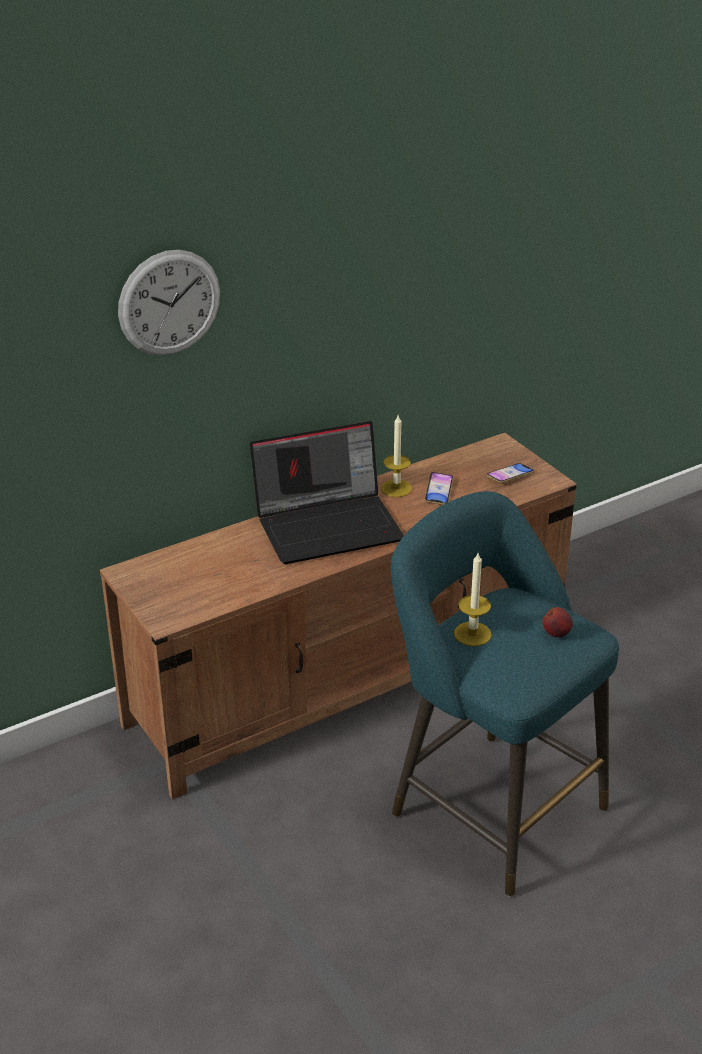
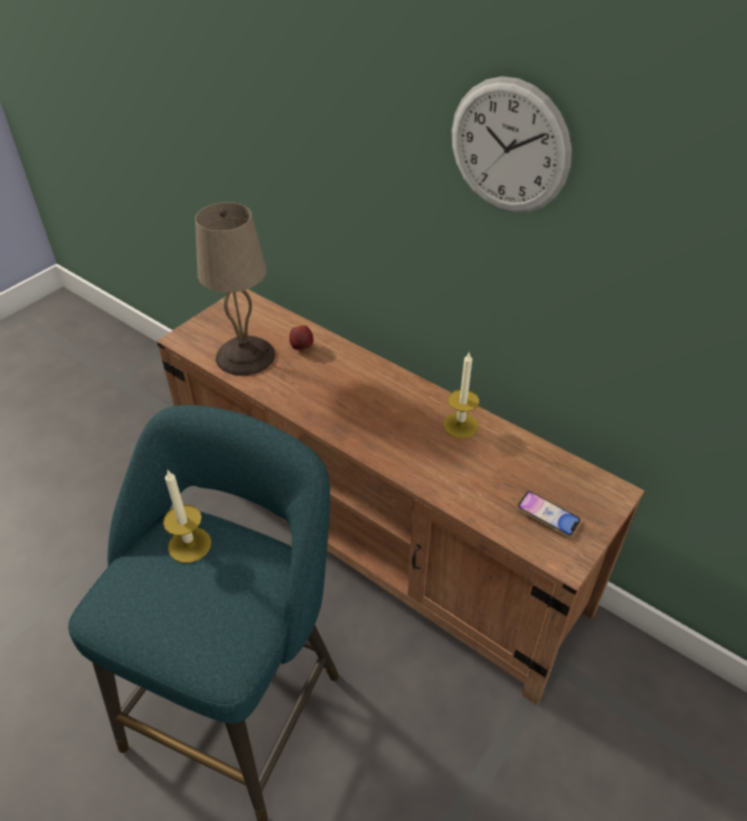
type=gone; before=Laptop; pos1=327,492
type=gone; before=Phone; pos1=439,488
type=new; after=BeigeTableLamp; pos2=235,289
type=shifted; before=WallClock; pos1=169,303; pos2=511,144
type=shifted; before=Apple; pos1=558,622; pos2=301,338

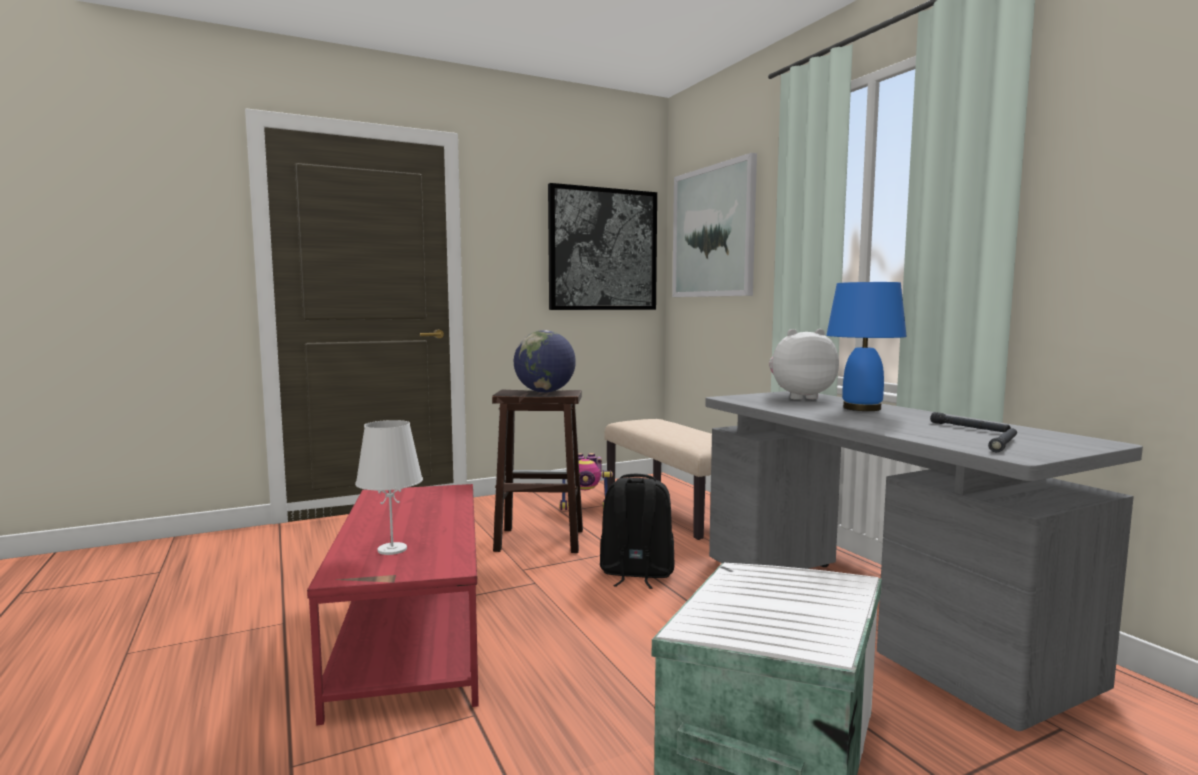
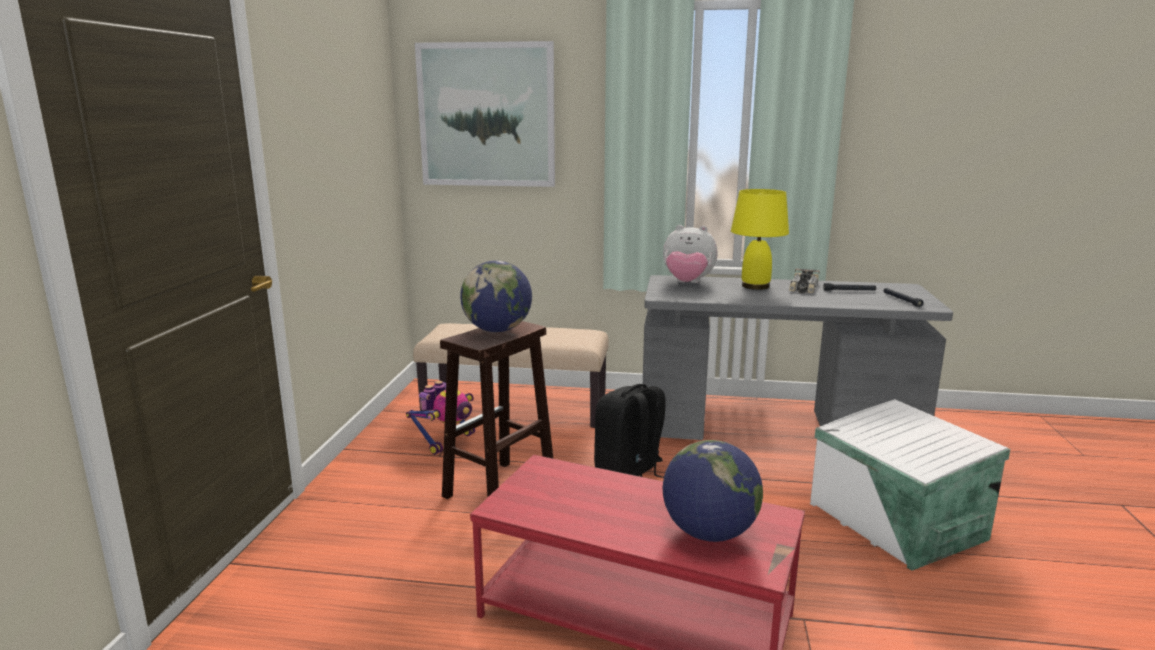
type=gone; before=Picture; pos1=602,246
type=new; after=ToyCar; pos2=804,281
type=swapped; before=WhiteTableLamp; after=Globe; pos1=389,487; pos2=713,491
type=repainted; before=BlueTableLamp; after=YellowTableLamp; pos1=866,346; pos2=760,239
type=rotated; before=PlushToy; pos1=804,364; pos2=690,254; turn=-105

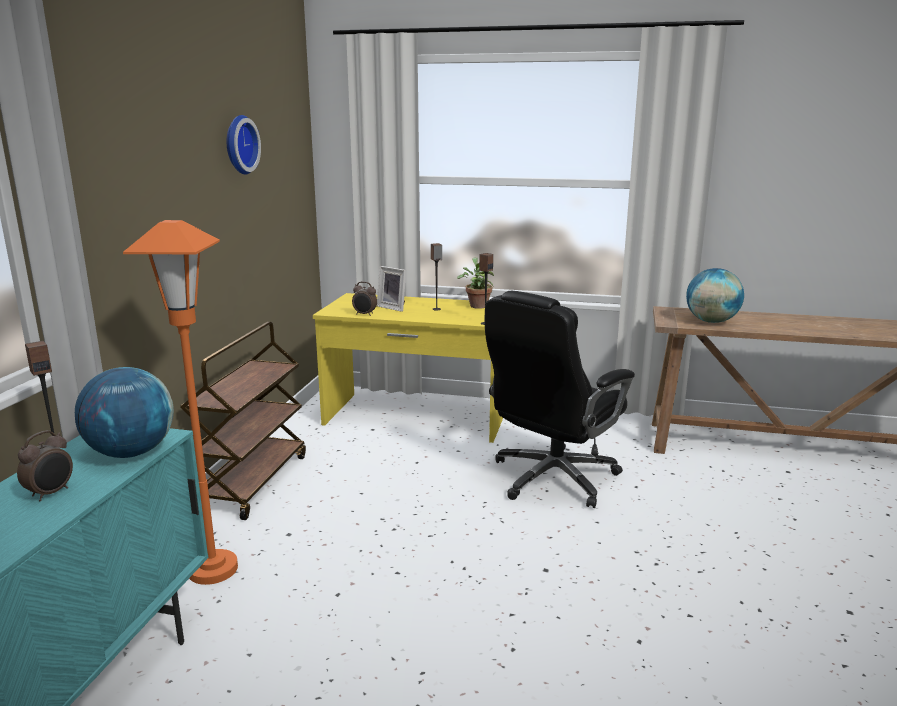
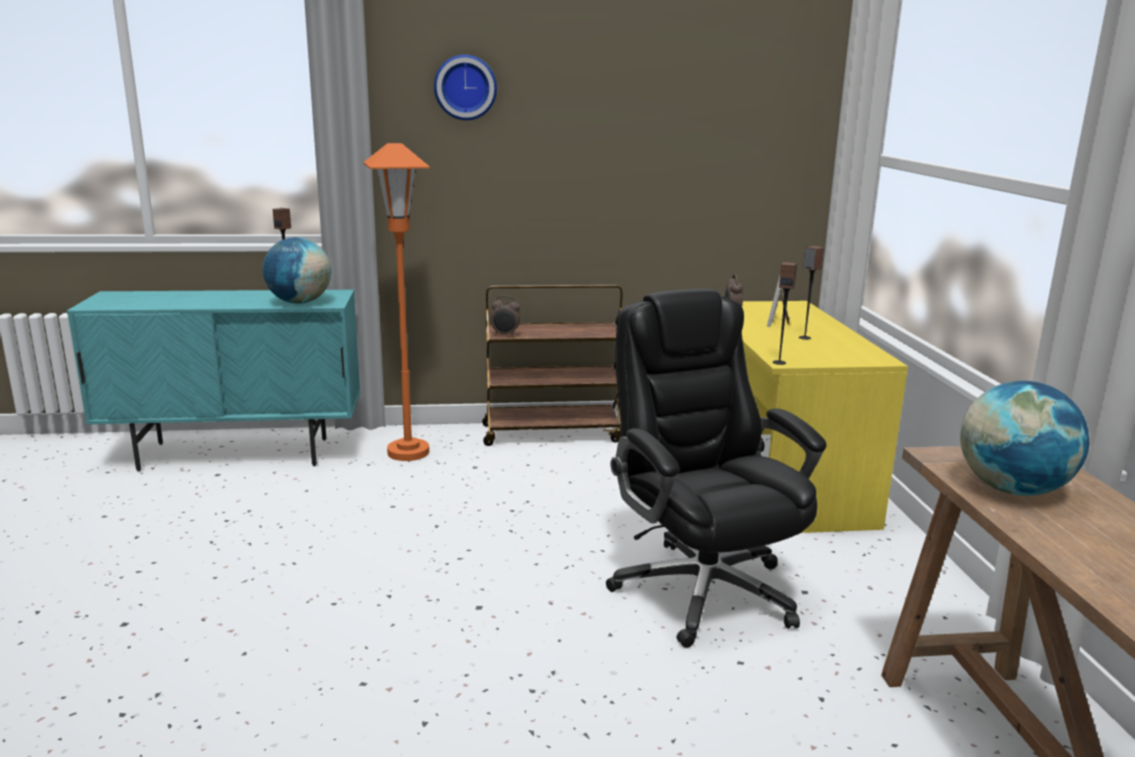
type=gone; before=PottedPlant; pos1=475,283
type=shifted; before=AlarmClock; pos1=45,465; pos2=505,316
type=shifted; before=WallClock; pos1=244,145; pos2=465,87
type=rotated; before=BlackOfficeChair; pos1=560,399; pos2=716,468; turn=45

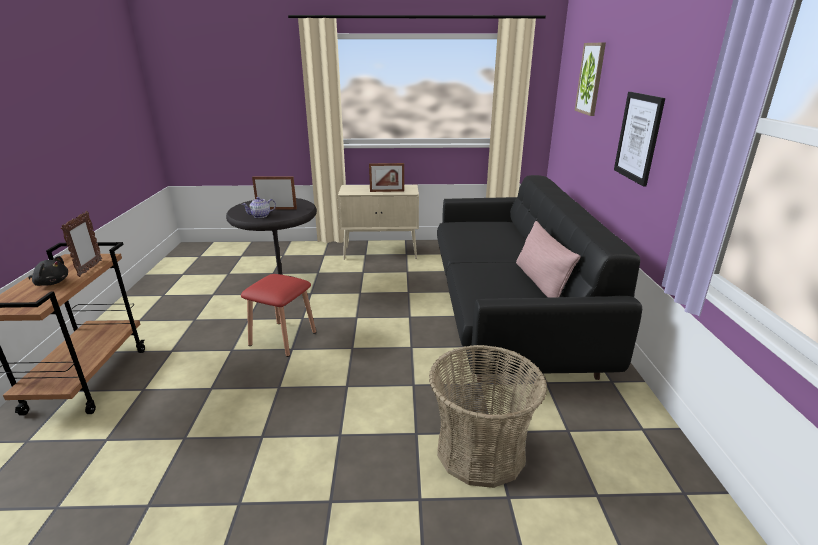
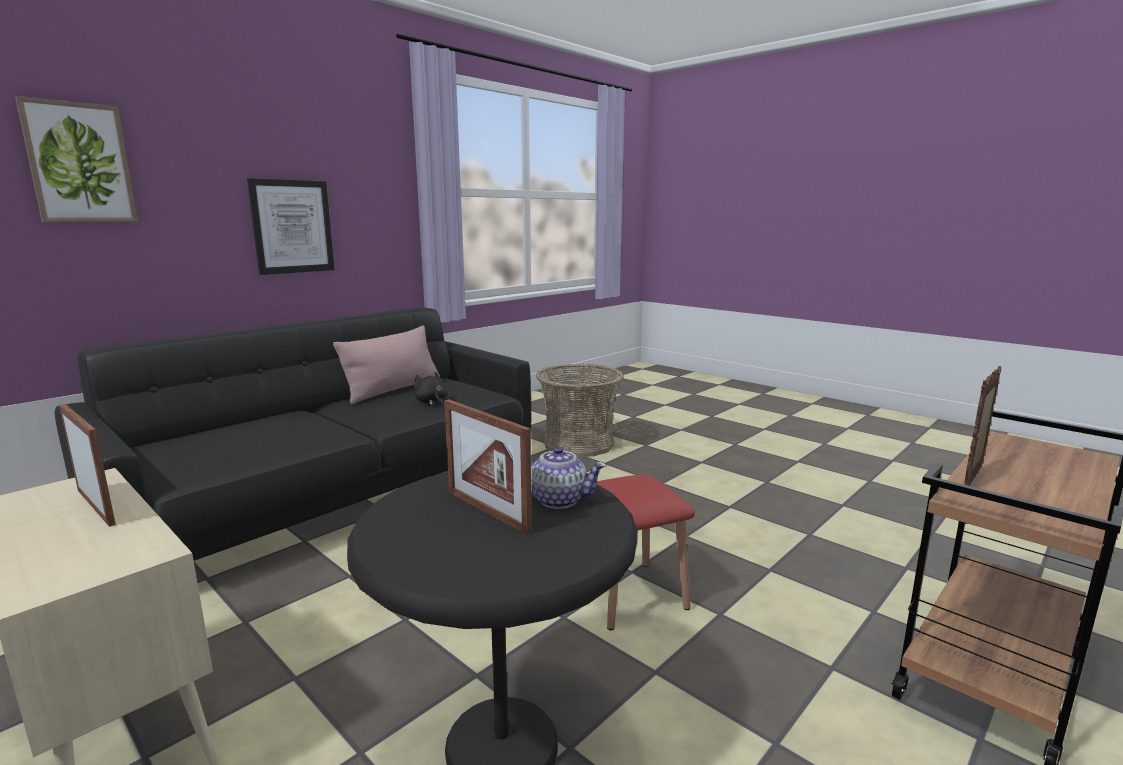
type=shifted; before=BlackPlushToy; pos1=48,271; pos2=430,388

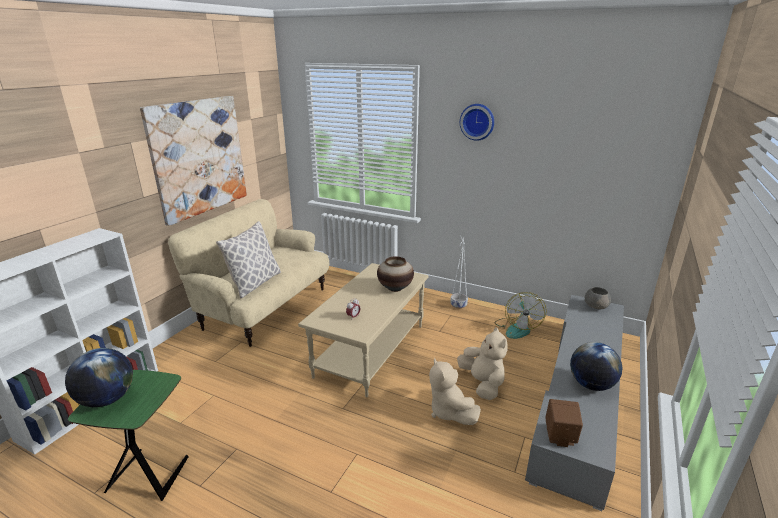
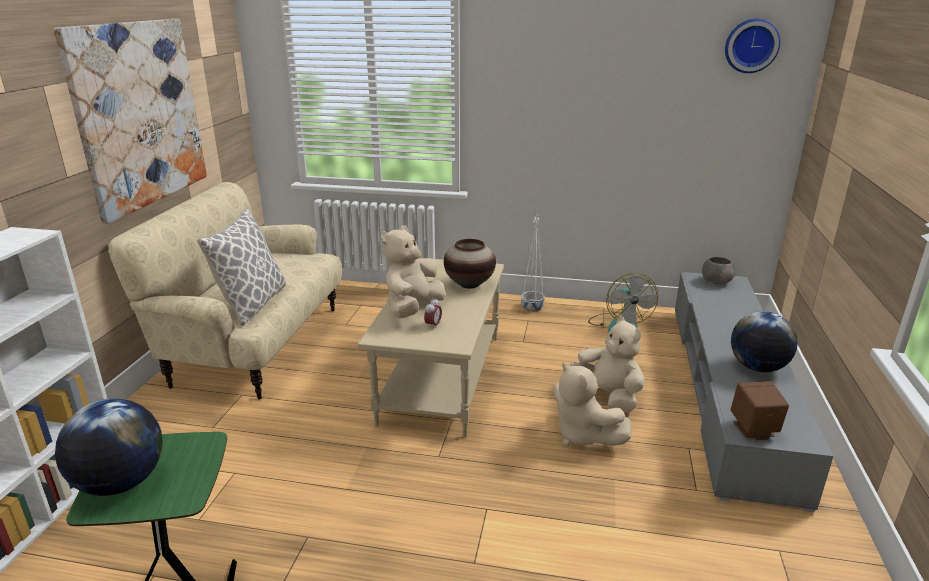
type=new; after=BeigePlushToy; pos2=413,272
type=shifted; before=WallClock; pos1=477,122; pos2=753,45

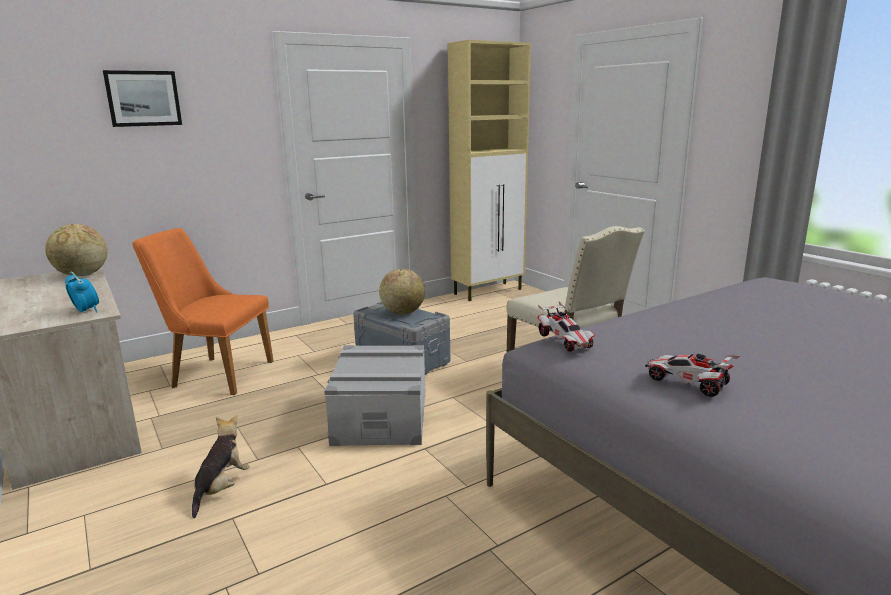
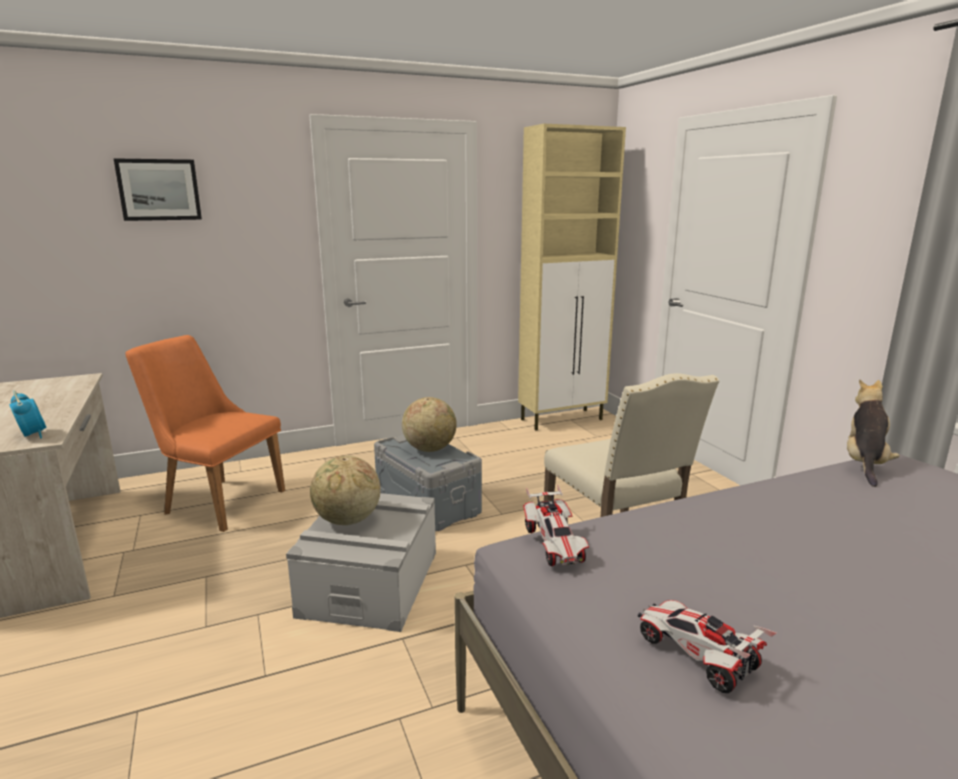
type=shifted; before=Globe; pos1=76,250; pos2=345,490
type=shifted; before=PlushToy; pos1=221,466; pos2=873,433

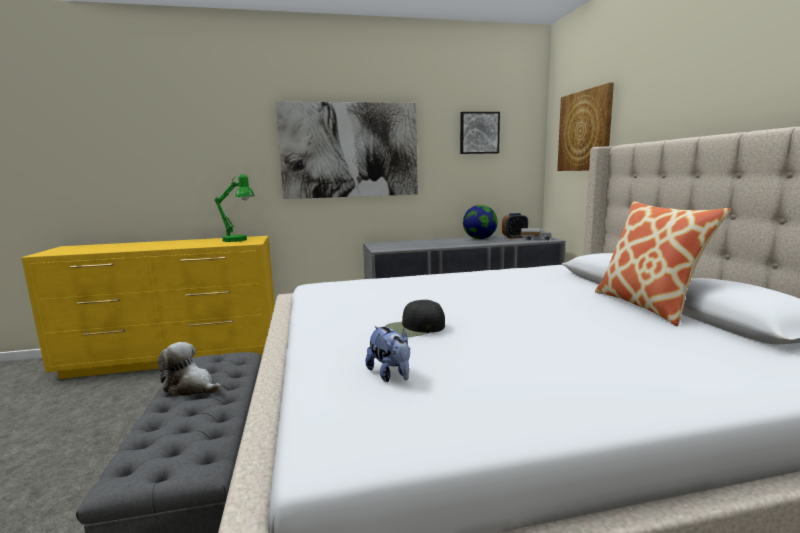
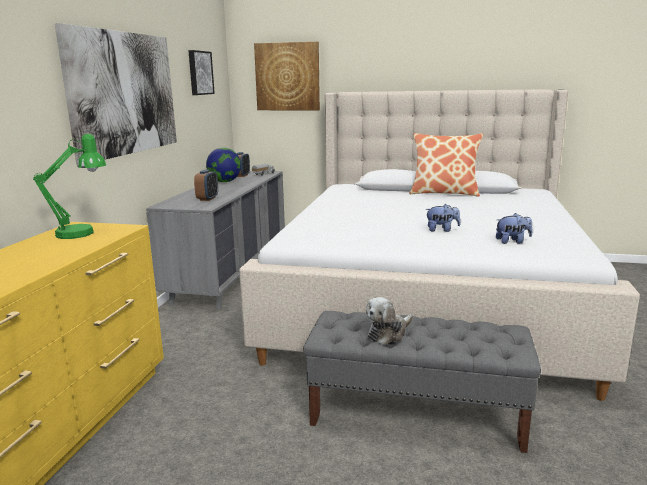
type=new; after=AlarmClock; pos2=206,185
type=swapped; before=BlackCap; after=PlushToy; pos1=415,318; pos2=443,218

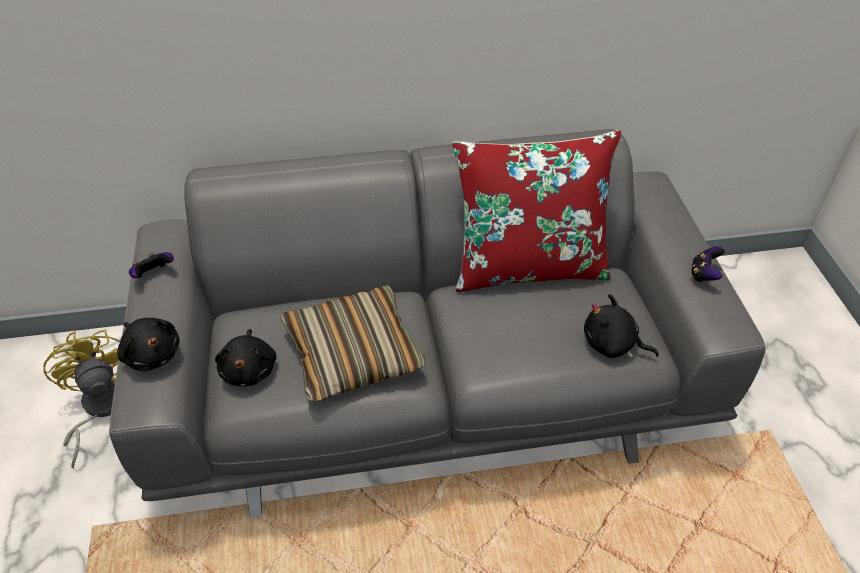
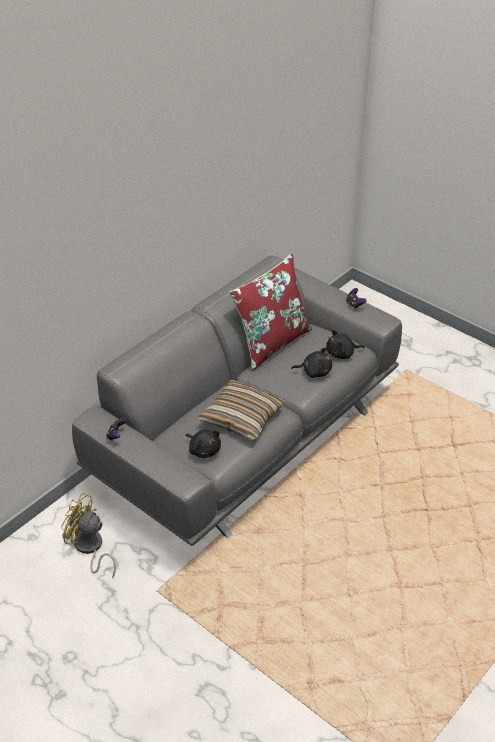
type=shifted; before=BlackPlushToy; pos1=148,344; pos2=311,362

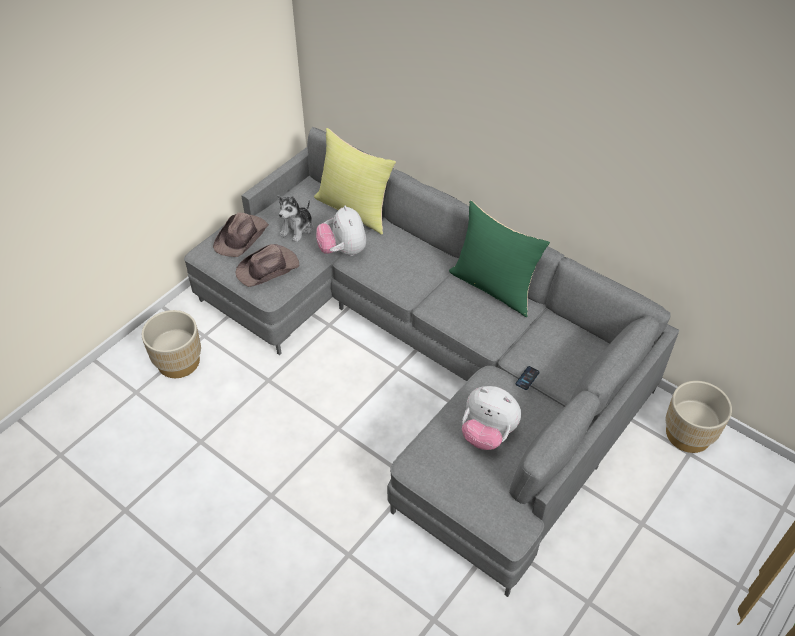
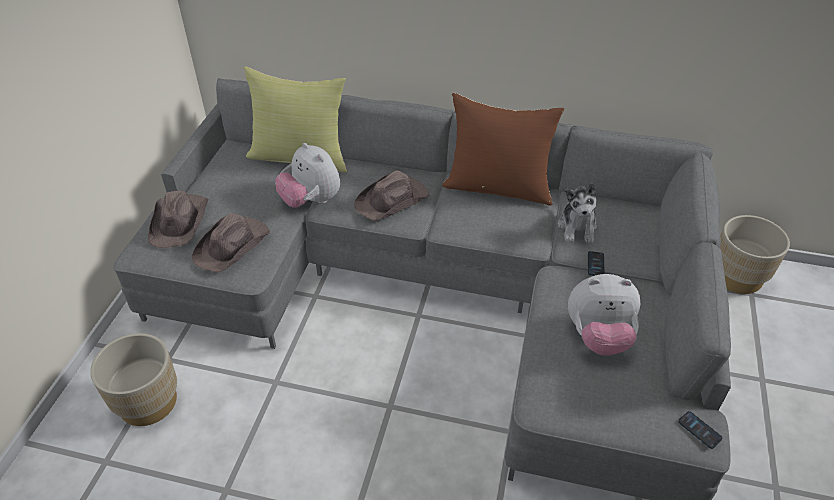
type=new; after=BrownHat; pos2=391,195
type=new; after=Phone; pos2=700,430
type=shifted; before=PlushToy; pos1=295,218; pos2=577,213
type=repainted; before=GreenPillow; after=BrownPillow; pos1=499,259; pos2=503,149

